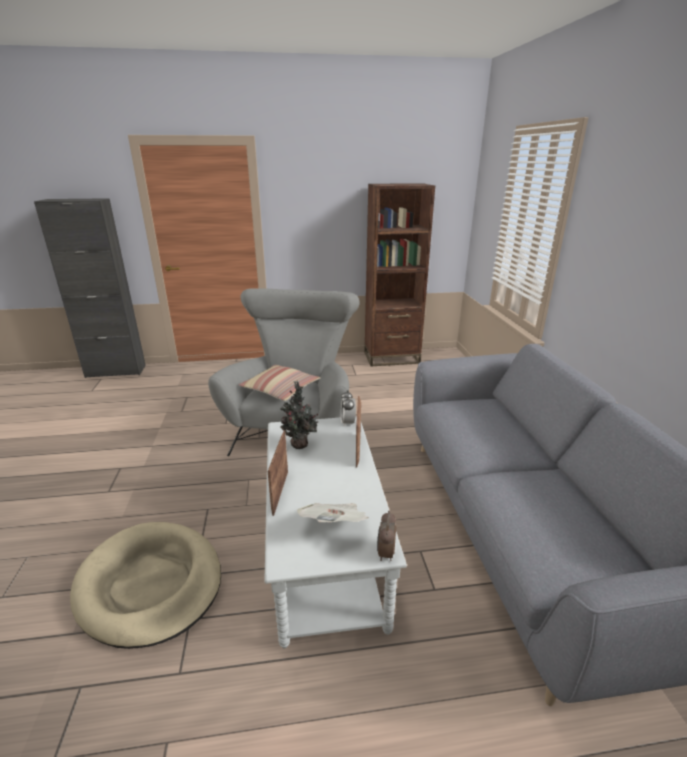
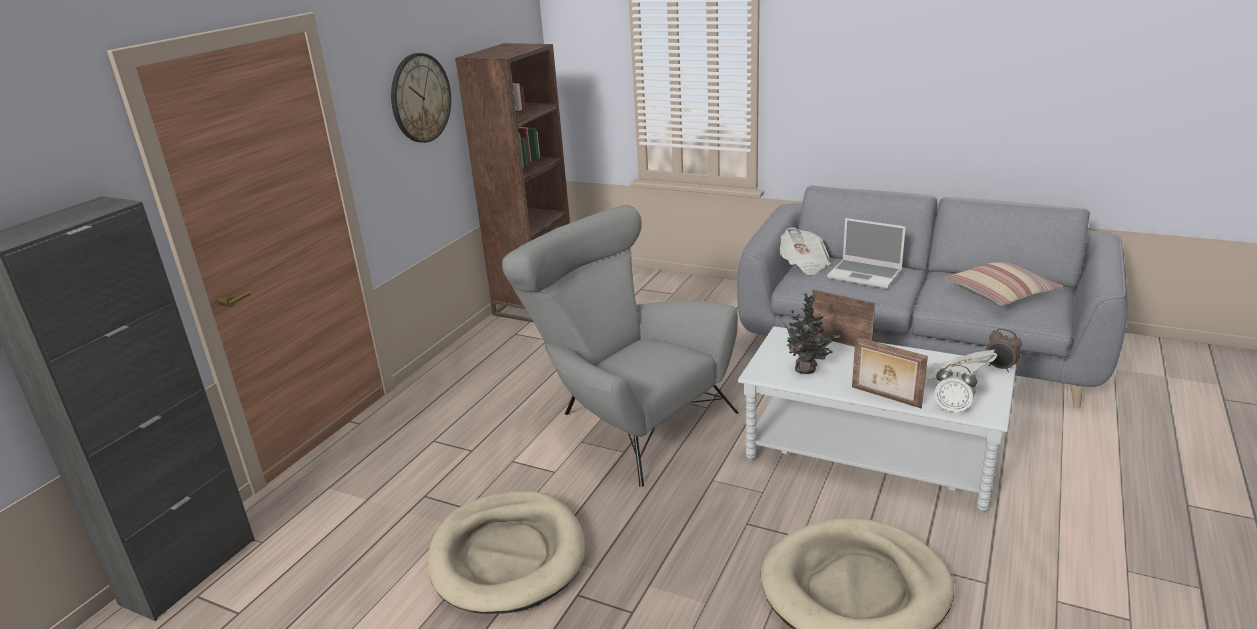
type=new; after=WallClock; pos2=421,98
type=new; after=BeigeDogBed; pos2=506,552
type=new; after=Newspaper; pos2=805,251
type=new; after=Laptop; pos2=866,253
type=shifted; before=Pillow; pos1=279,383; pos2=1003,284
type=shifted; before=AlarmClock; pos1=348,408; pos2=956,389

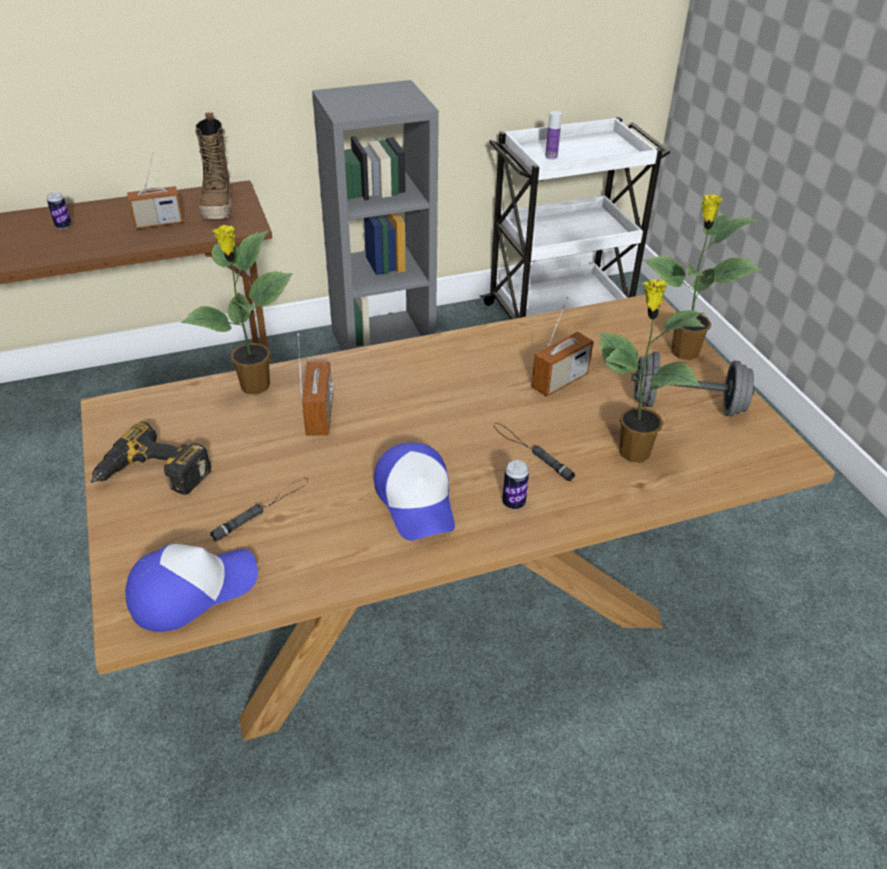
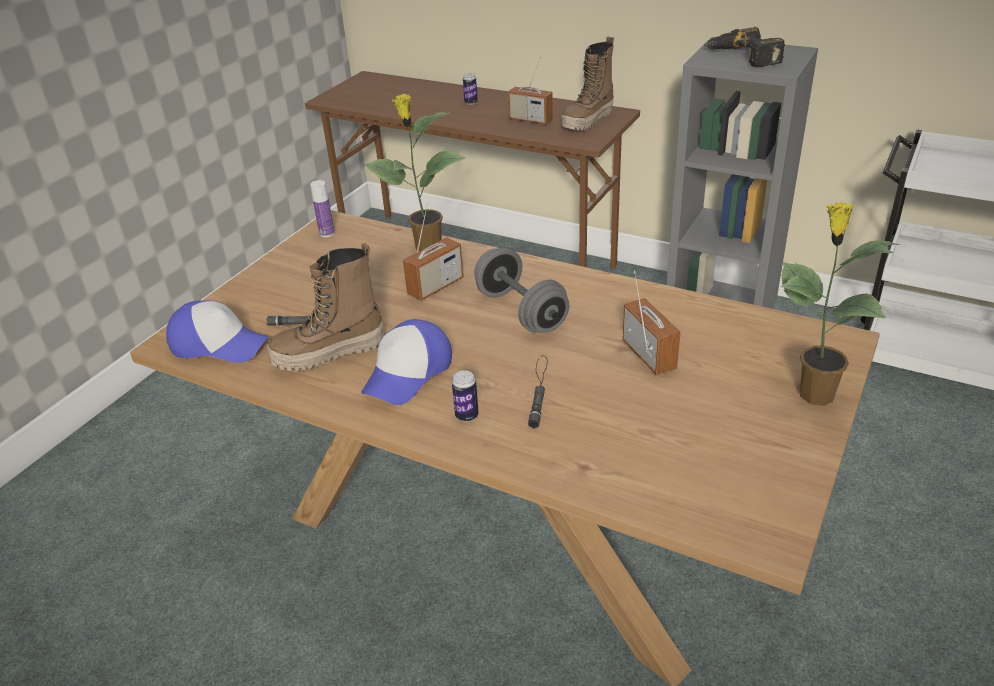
type=gone; before=PottedPlant; pos1=652,371
type=new; after=Boot; pos2=325,306
type=shifted; before=PowerDrill; pos1=151,458; pos2=744,47
type=shifted; before=Bottle; pos1=553,135; pos2=322,208
type=shifted; before=GreyDumbbell; pos1=693,384; pos2=521,290
type=rotated; before=Radio; pos1=562,347; pos2=652,323; turn=-120

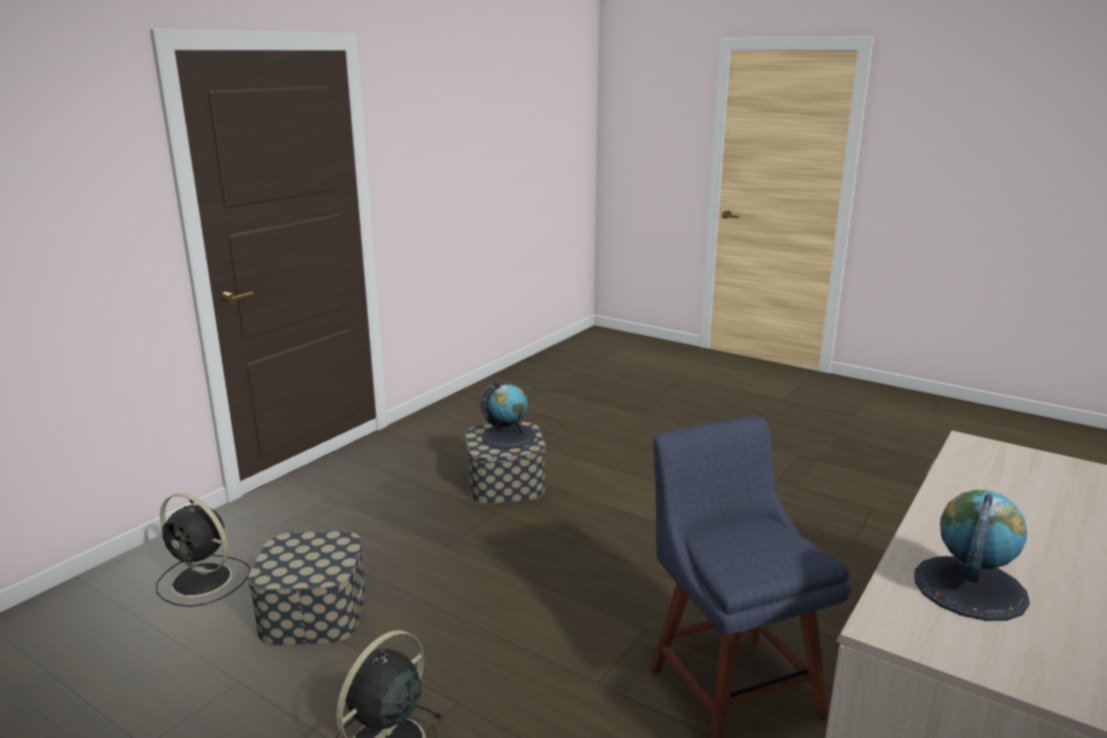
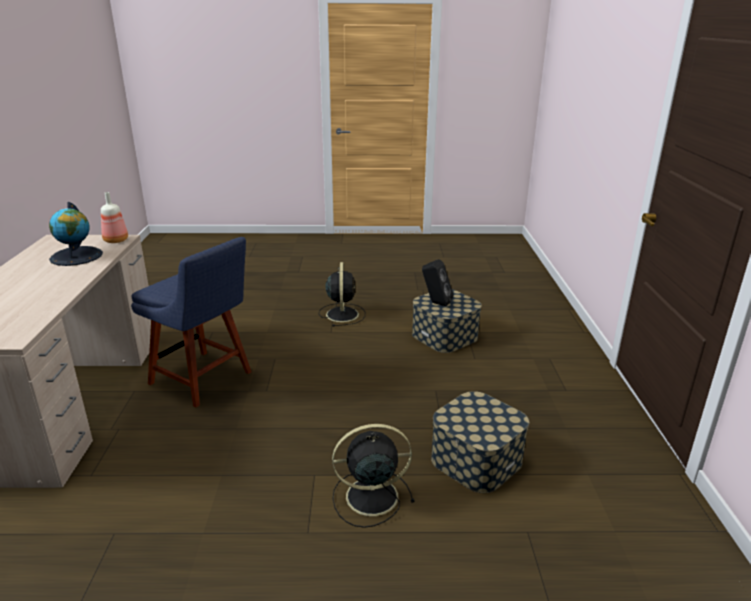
type=gone; before=Globe; pos1=508,415
type=new; after=Bottle; pos2=114,217
type=new; after=BlackSpeaker; pos2=437,282
type=shifted; before=BlackFan; pos1=203,550; pos2=373,476

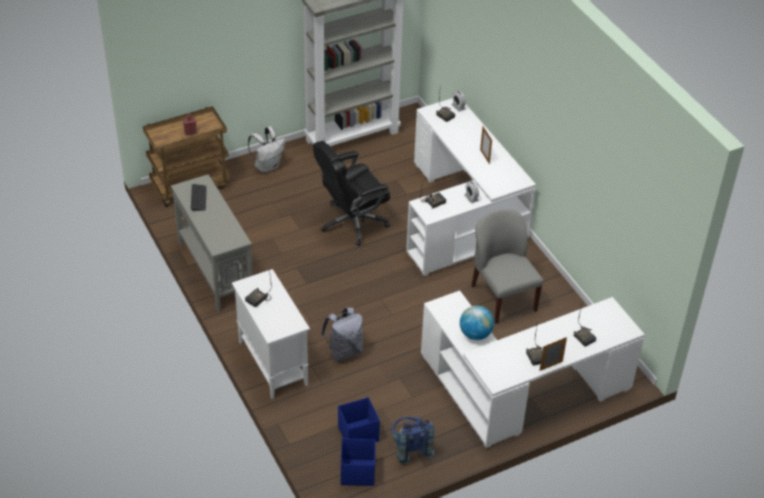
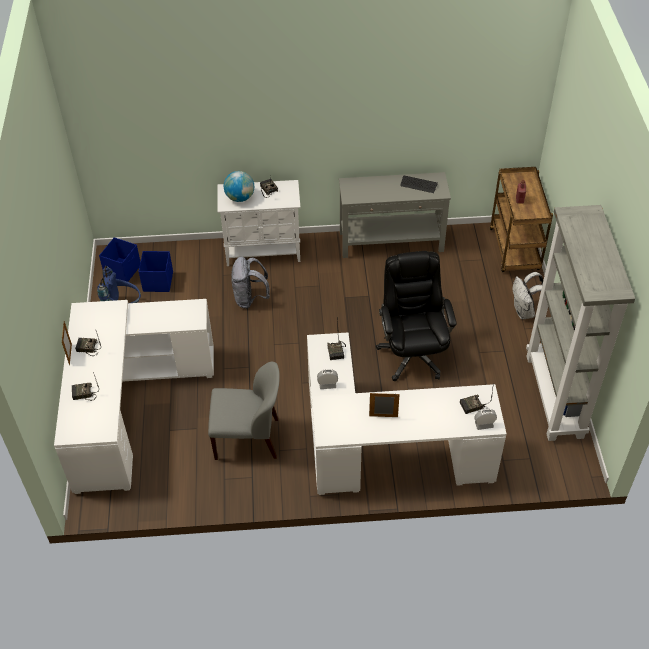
type=shifted; before=Globe; pos1=477,323; pos2=239,186

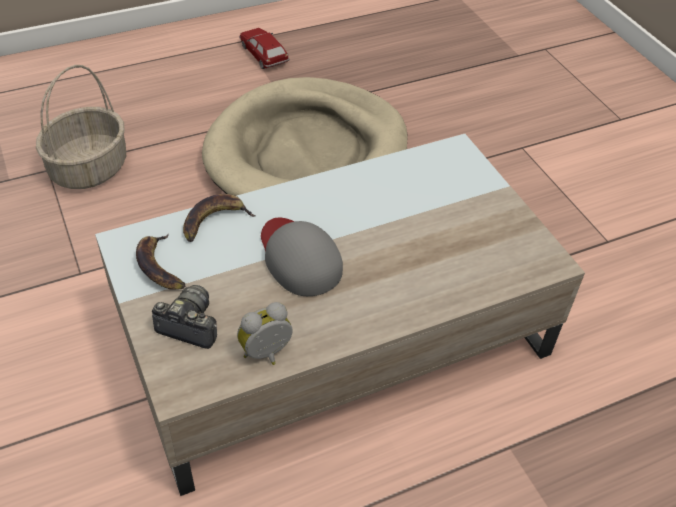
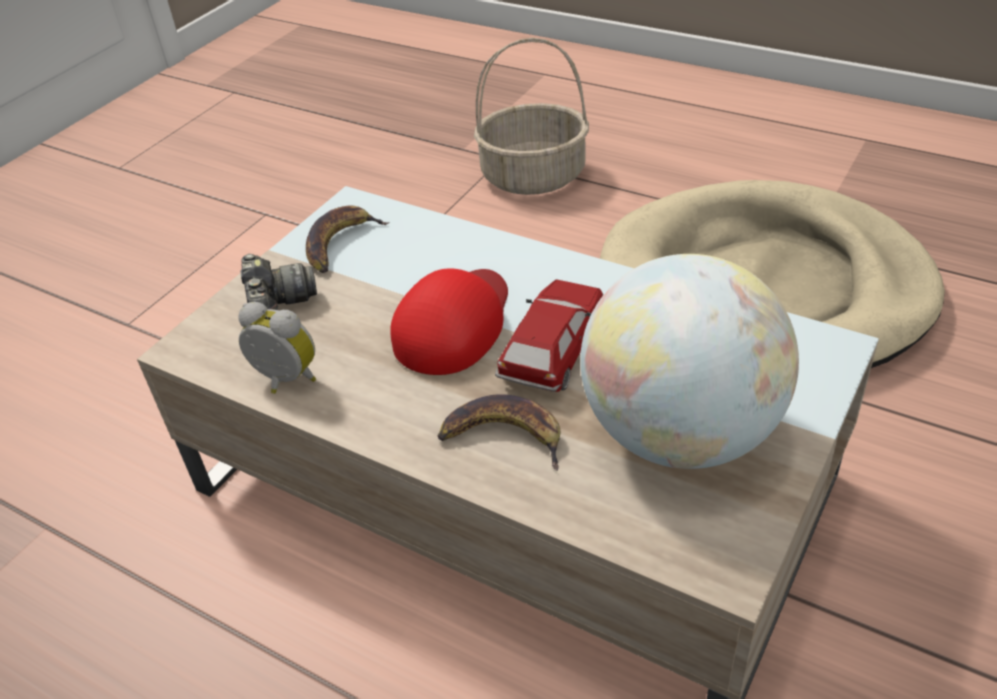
type=new; after=Globe; pos2=689,361
type=shifted; before=Banana; pos1=219,218; pos2=499,432
type=shifted; before=ToyCar; pos1=264,48; pos2=549,335
type=repainted; before=GreyCap; after=RedCap; pos1=302,257; pos2=449,321

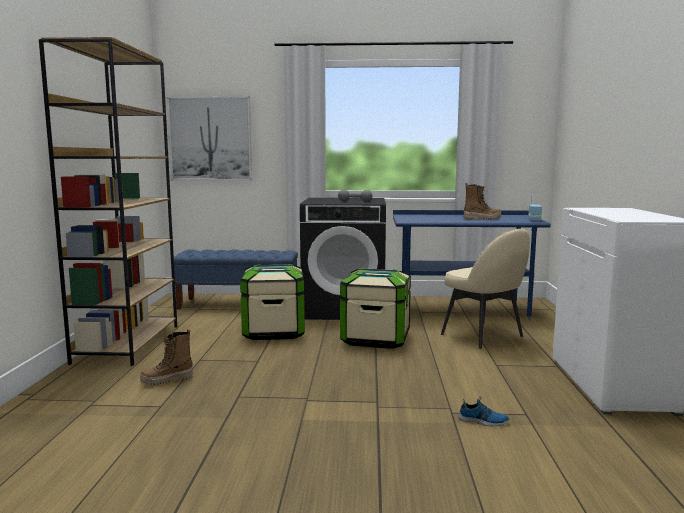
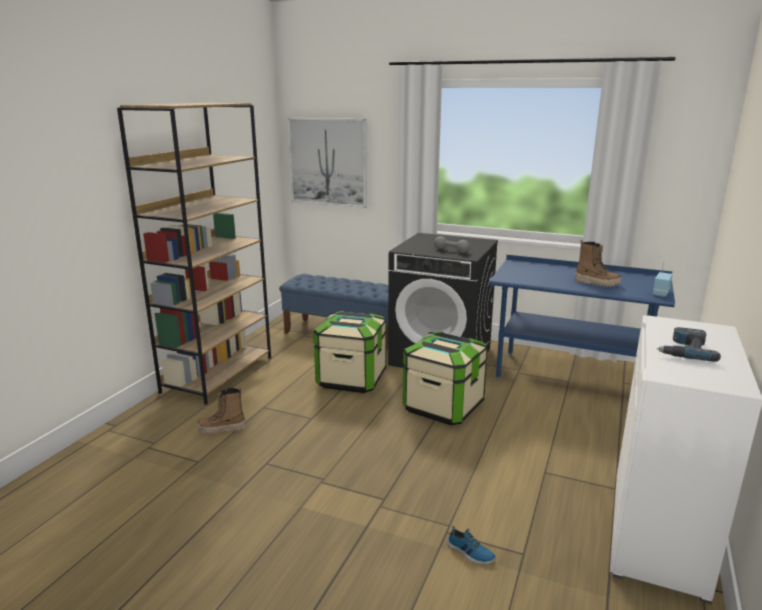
type=gone; before=BeigeChair; pos1=485,289
type=new; after=PowerDrill; pos2=689,344

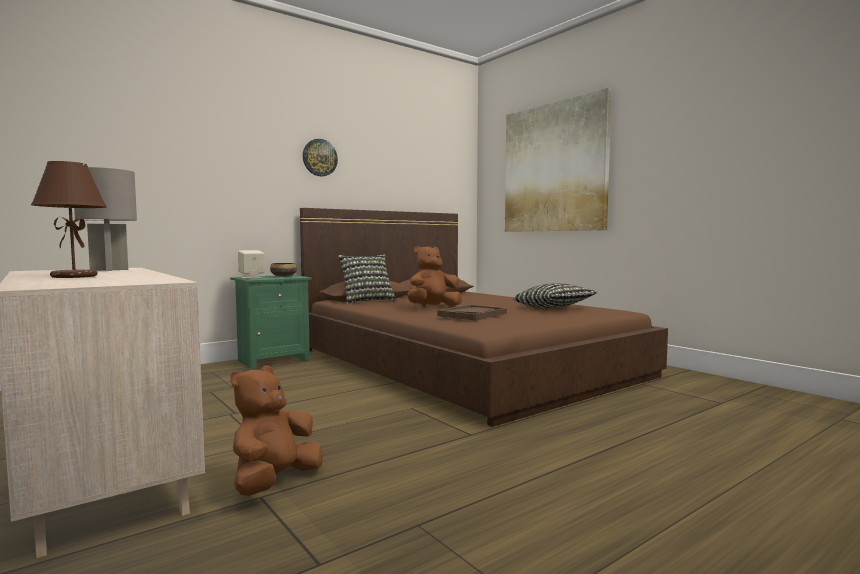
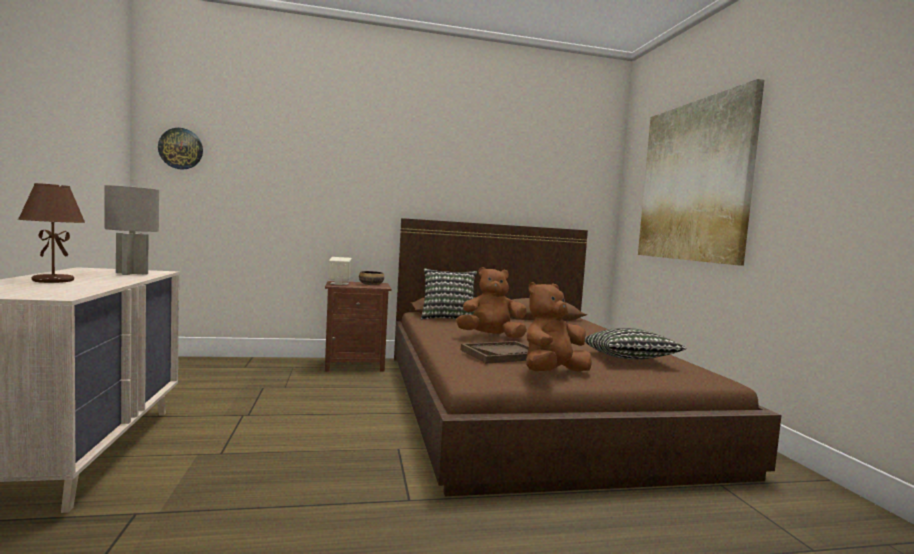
type=shifted; before=BrownPlushToy; pos1=276,430; pos2=559,327
type=shifted; before=WallClock; pos1=320,157; pos2=180,149
type=repainted; before=GreenNightstand; after=BrownNightstand; pos1=271,322; pos2=358,326

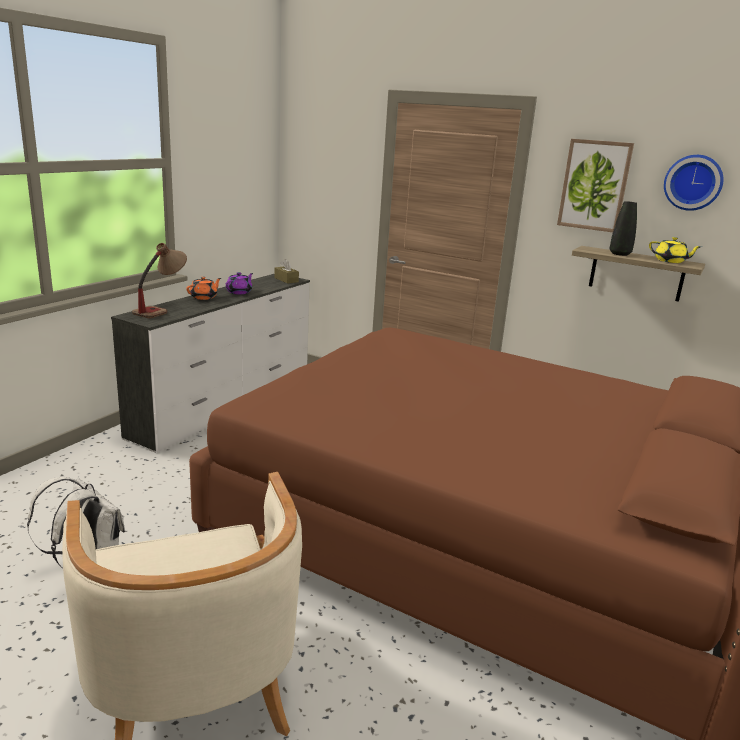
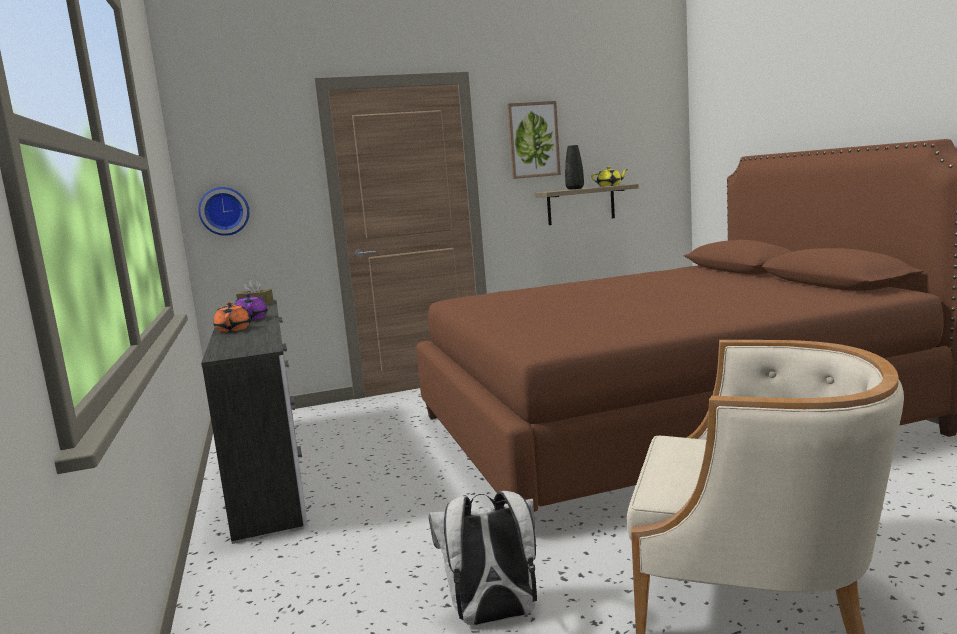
type=gone; before=TableLamp; pos1=159,280
type=shifted; before=WallClock; pos1=693,183; pos2=223,211

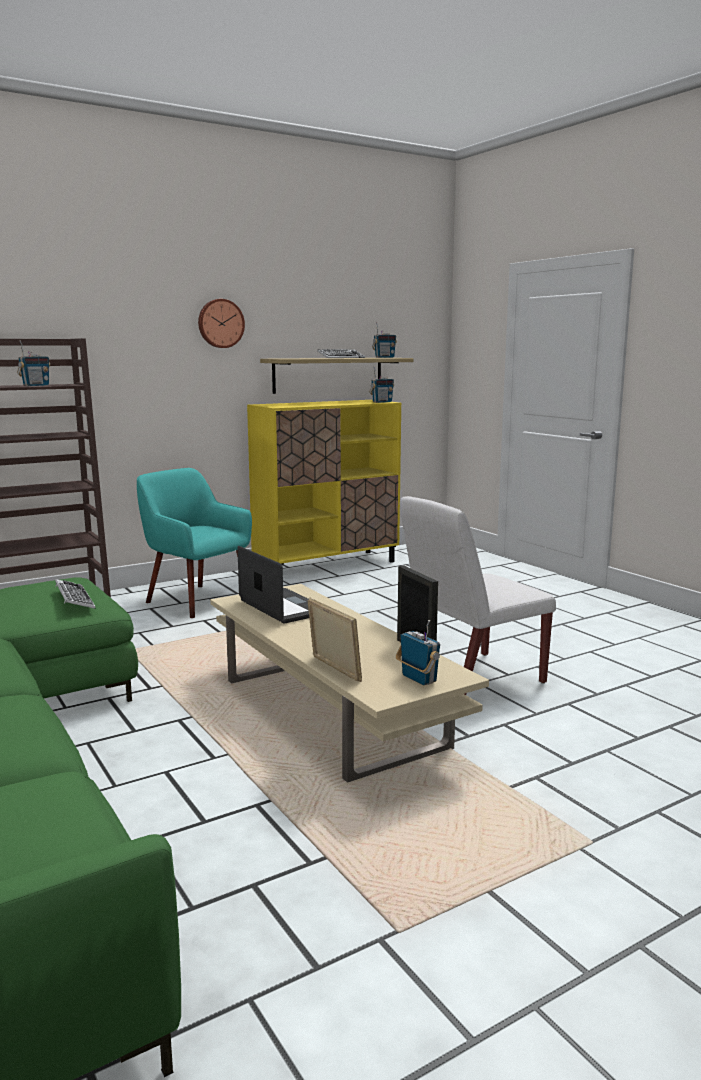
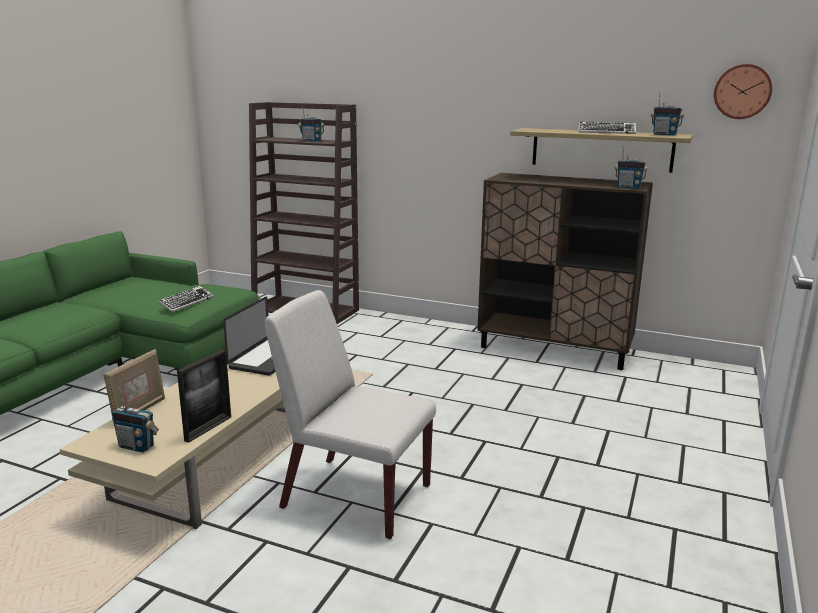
type=gone; before=TurquoiseArmchair; pos1=194,543
type=shifted; before=WallClock; pos1=221,323; pos2=743,91
type=repainted; before=YellowCabinet; after=BrownCabinet; pos1=324,482; pos2=565,271
type=rotated; before=Radio; pos1=418,652; pos2=135,420; turn=90

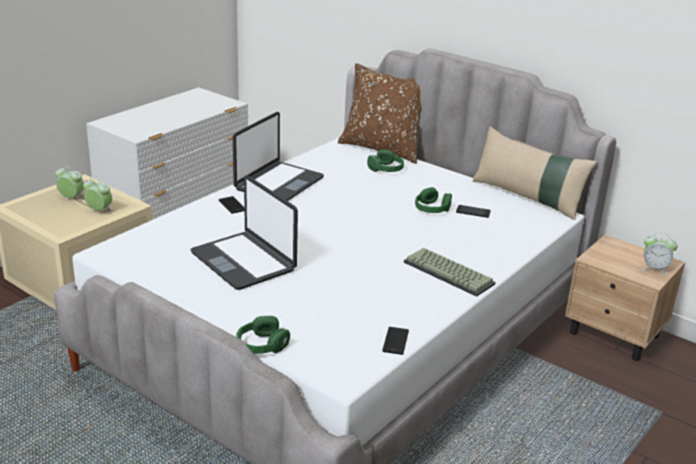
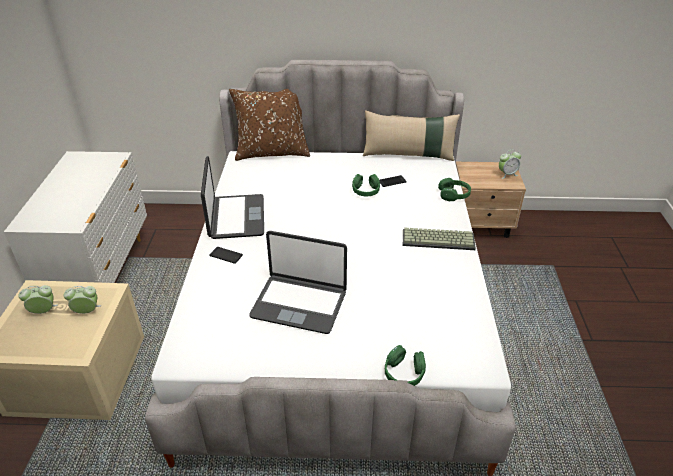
type=gone; before=Phone; pos1=395,341
type=shifted; before=GreenHeadphones; pos1=385,161; pos2=454,189

